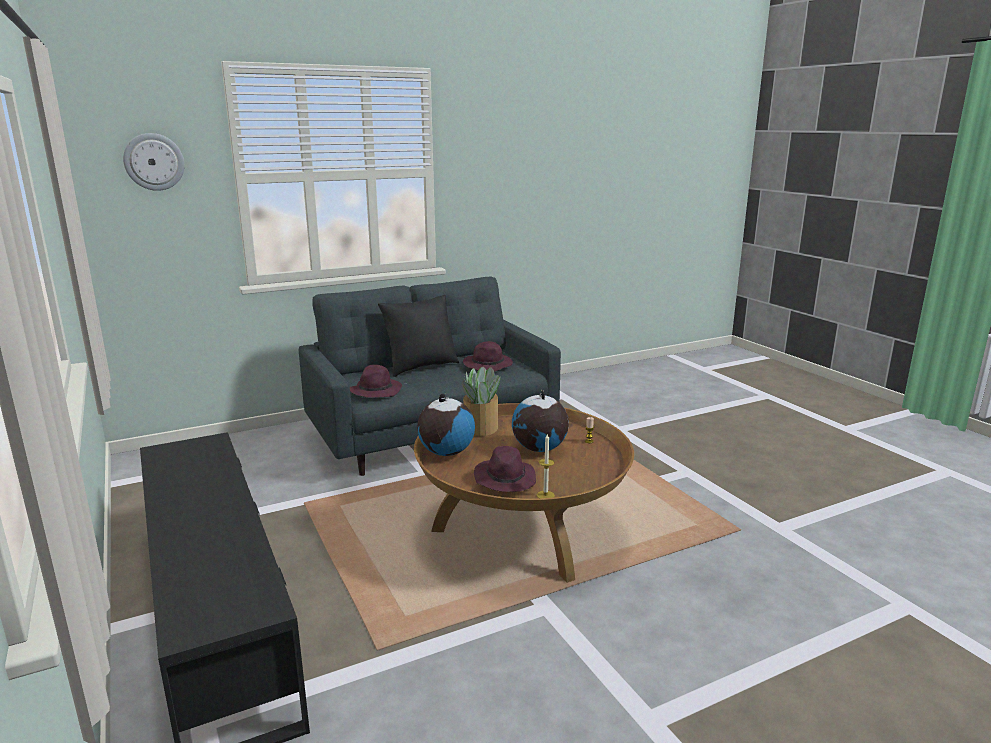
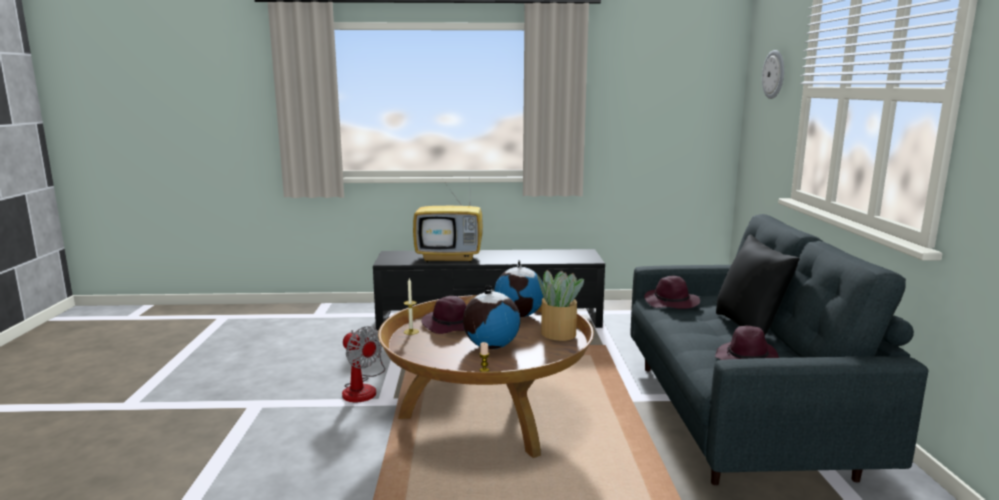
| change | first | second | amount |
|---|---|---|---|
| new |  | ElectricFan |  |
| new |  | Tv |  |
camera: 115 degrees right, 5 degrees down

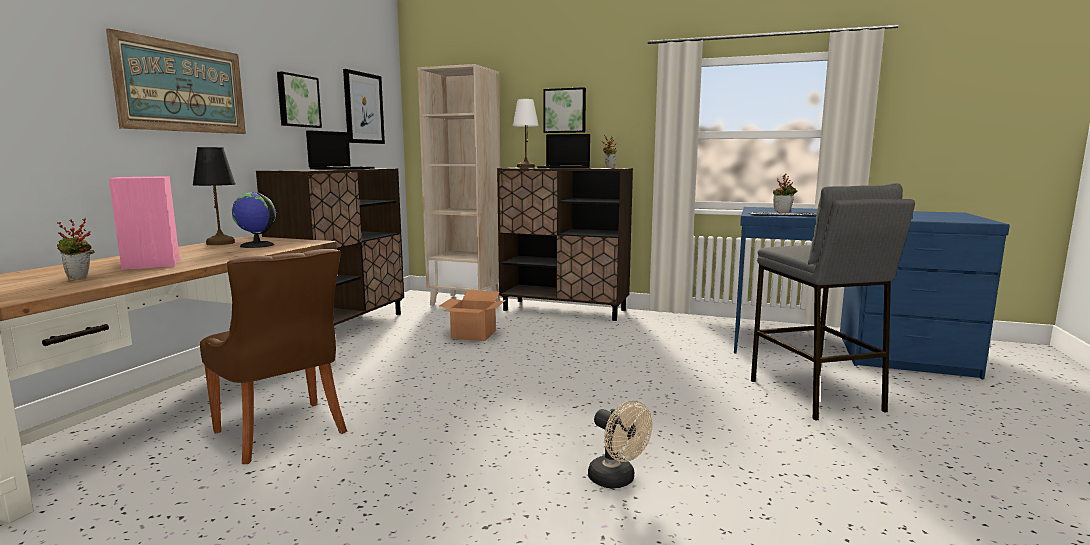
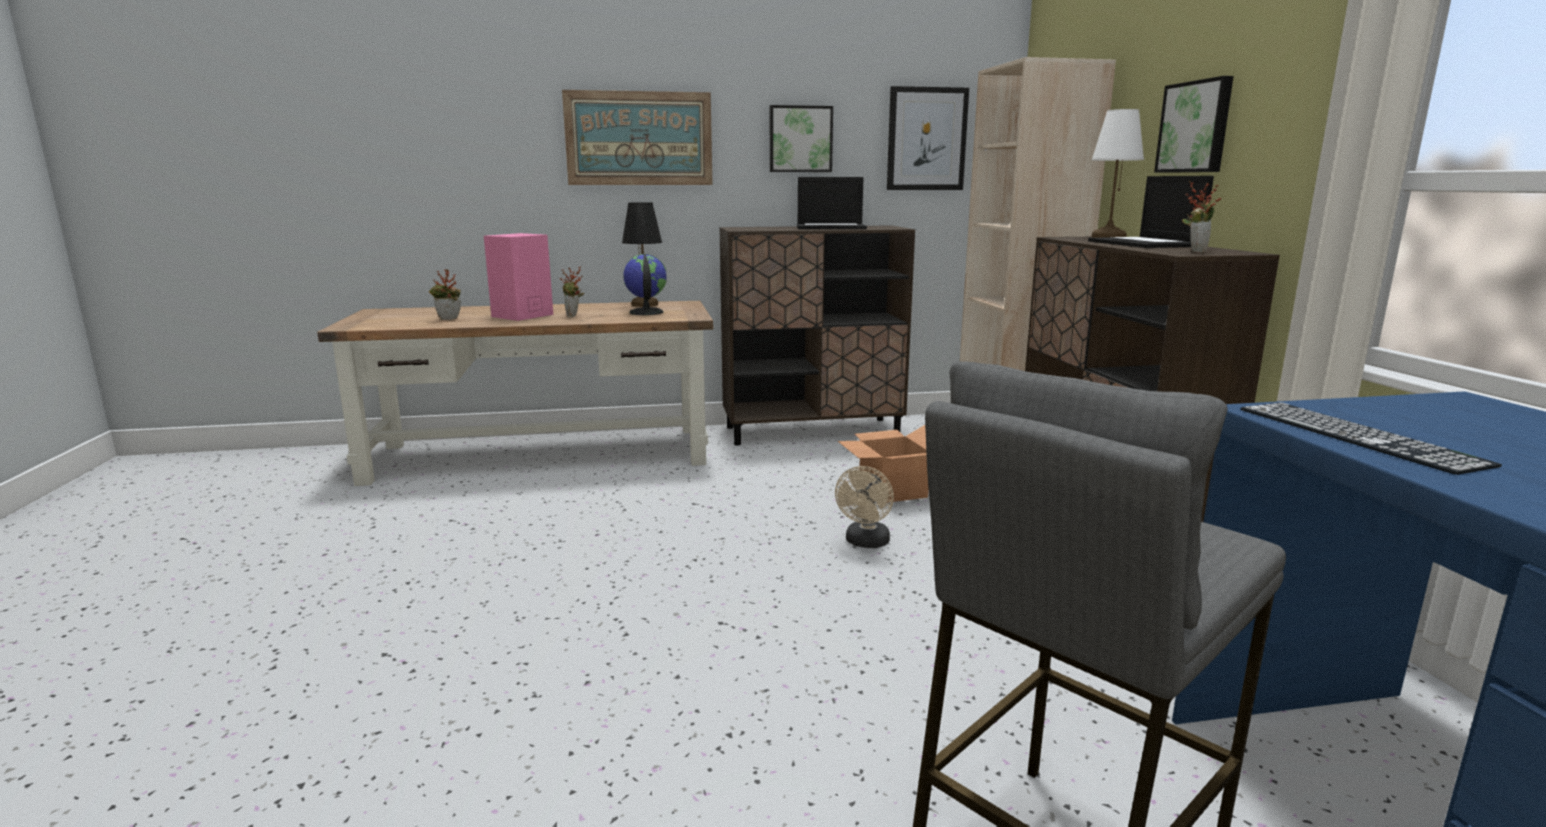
| change | first | second | amount |
|---|---|---|---|
| gone | BrownChair |  |  |
| shifted | SandColouredElectricFan |  |  |
| shifted | PlantInAPot (no. 3 from left in the first image) | PlantInAPot (no. 2 from left) |  |
camera: 60 degrees right, 5 degrees up

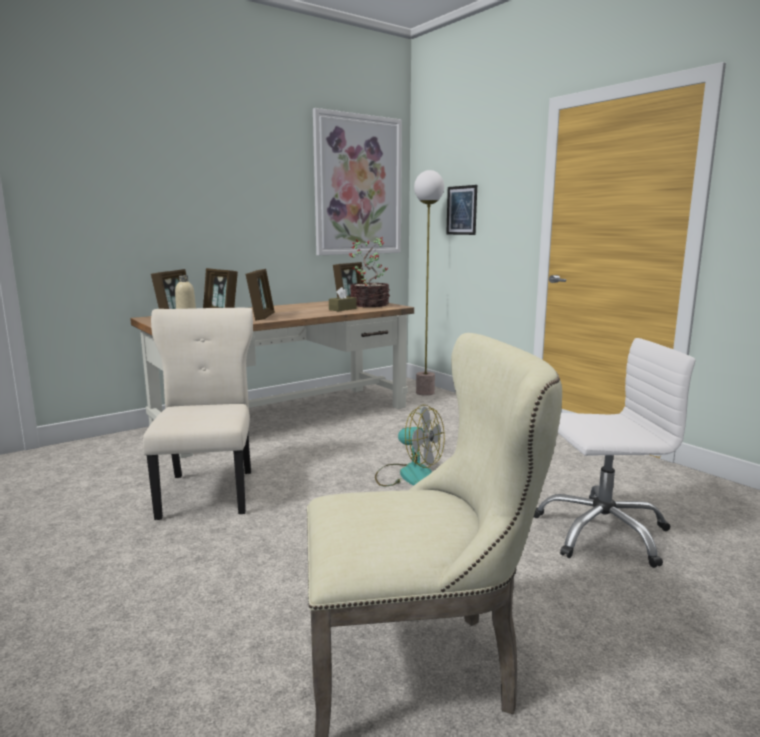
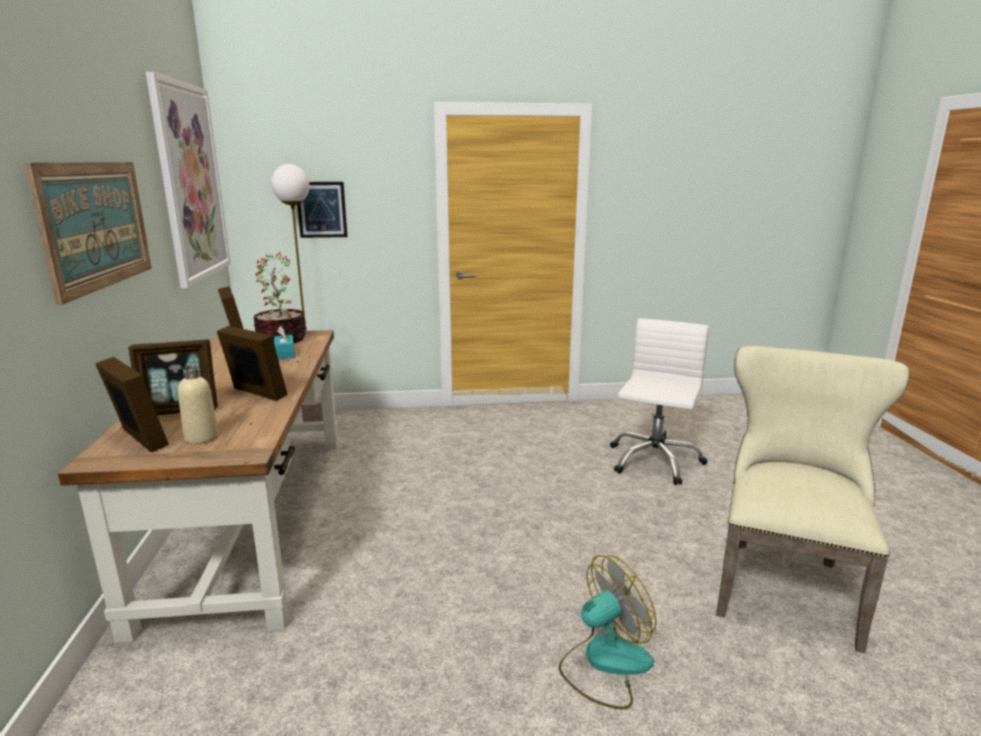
| change | first | second | amount |
|---|---|---|---|
| gone | SandColouredChair (no. 1 from left) |  |  |
| repainted | BrownTissueHolder | BlueGreenTissueHolder |  |
| shifted | ElectricFan |  |  |
| new |  | Picture (no. 1 from left) |  |
camera: 60 degrees left, 5 degrees up

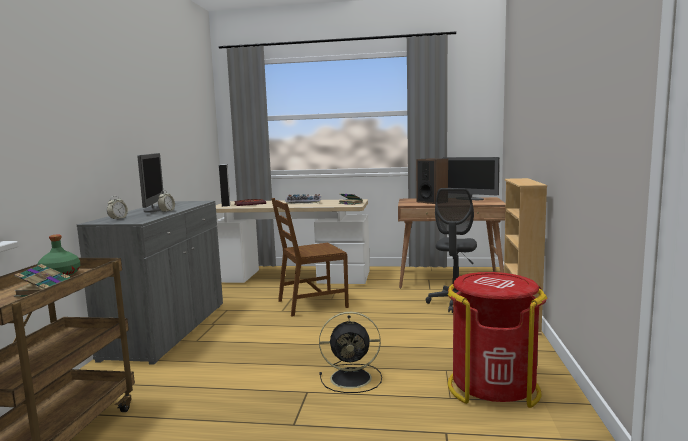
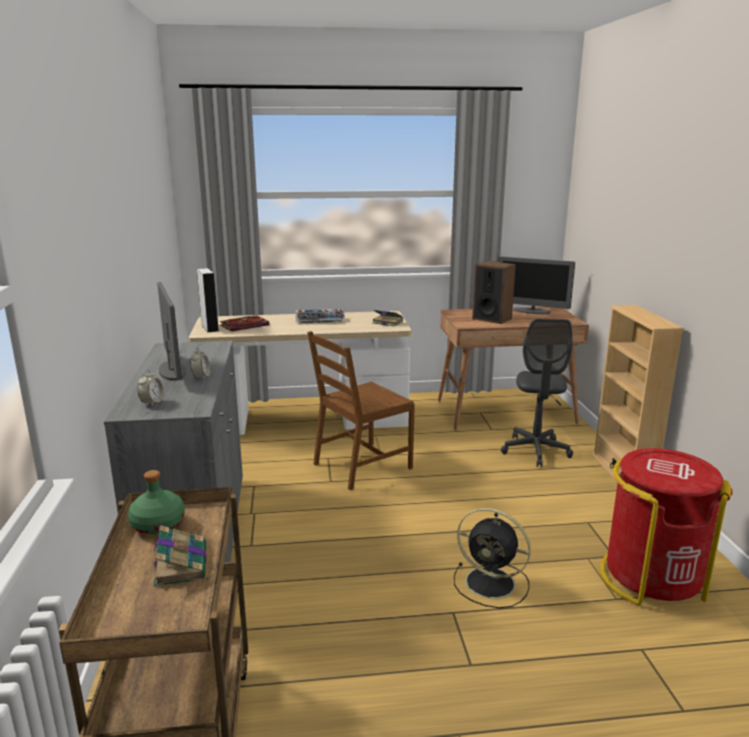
| change | first | second | amount |
|---|---|---|---|
| rotated | BlackColouredElectricFan |  | 45 degrees clockwise |
camera: 15 degrees left, 10 degrees up

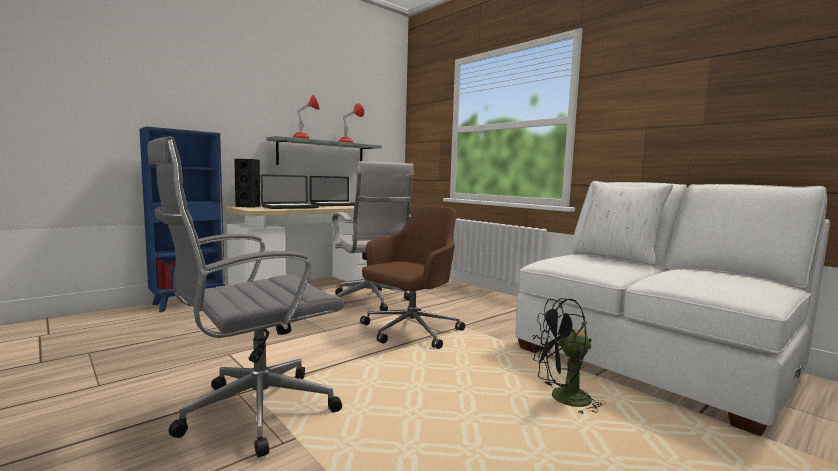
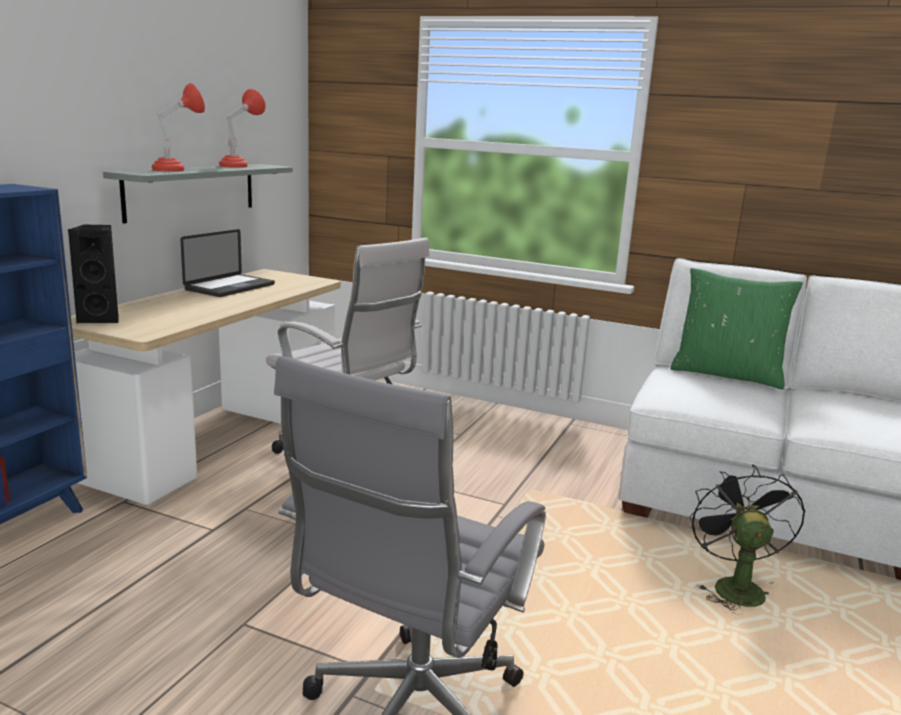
| change | first | second | amount |
|---|---|---|---|
| gone | Laptop (no. 1 from left) |  |  |
| gone | BrownDeskChair |  |  |
| rotated | BlackColouredElectricFan |  | 120 degrees clockwise |
| repainted | WhitishCushion | GreenColouredCushion |  |
camera: 25 degrees left, 10 degrees up

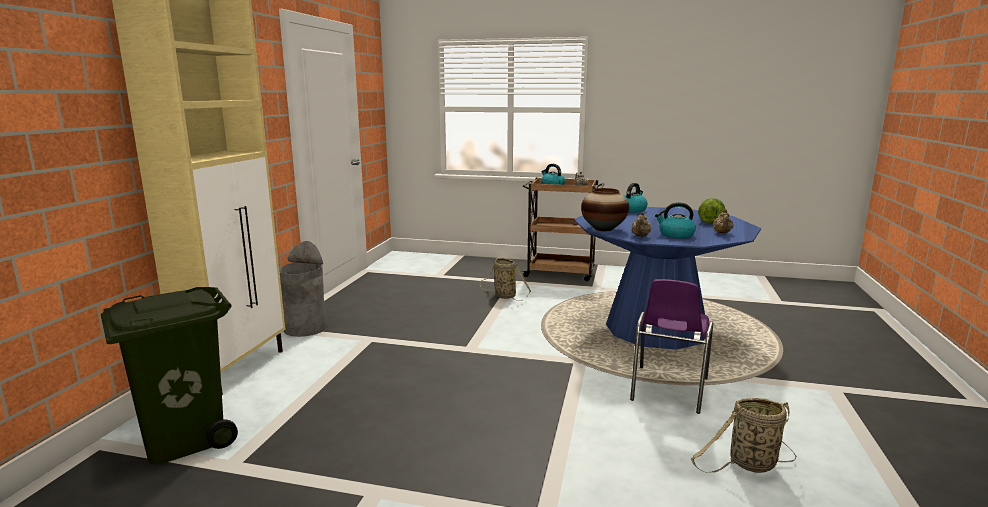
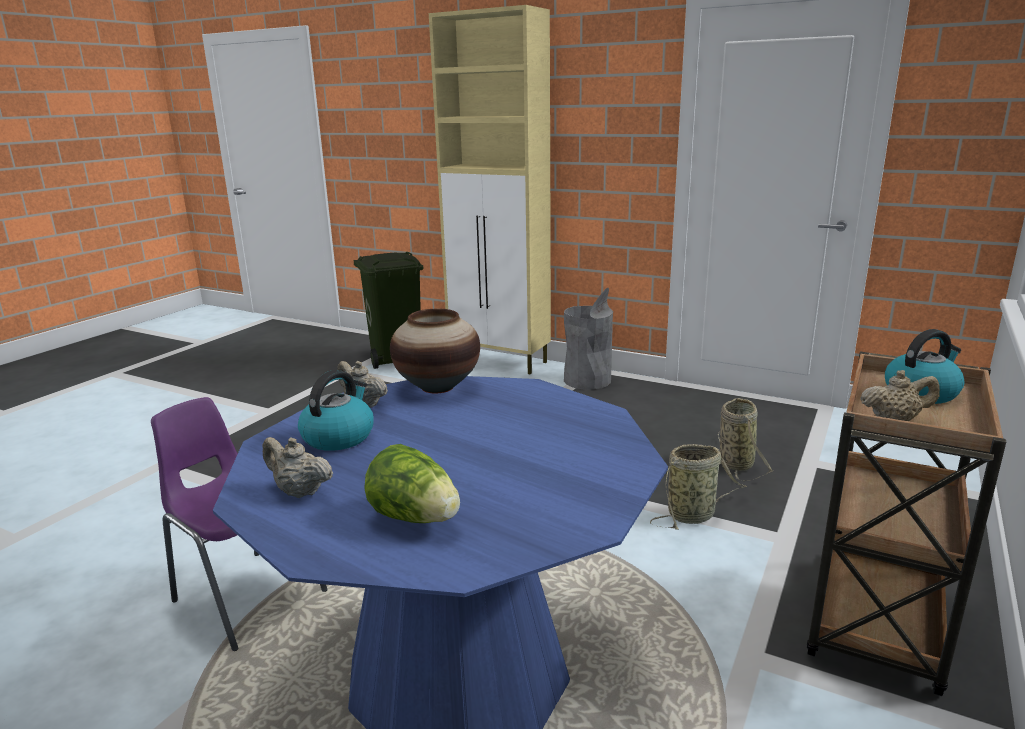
| change | first | second | amount |
|---|---|---|---|
| gone | TeaKettle (no. 2 from left) |  |  |
| shifted | StorageBasket (no. 2 from left) |  |  |
camera: 105 degrees right, 5 degrees up

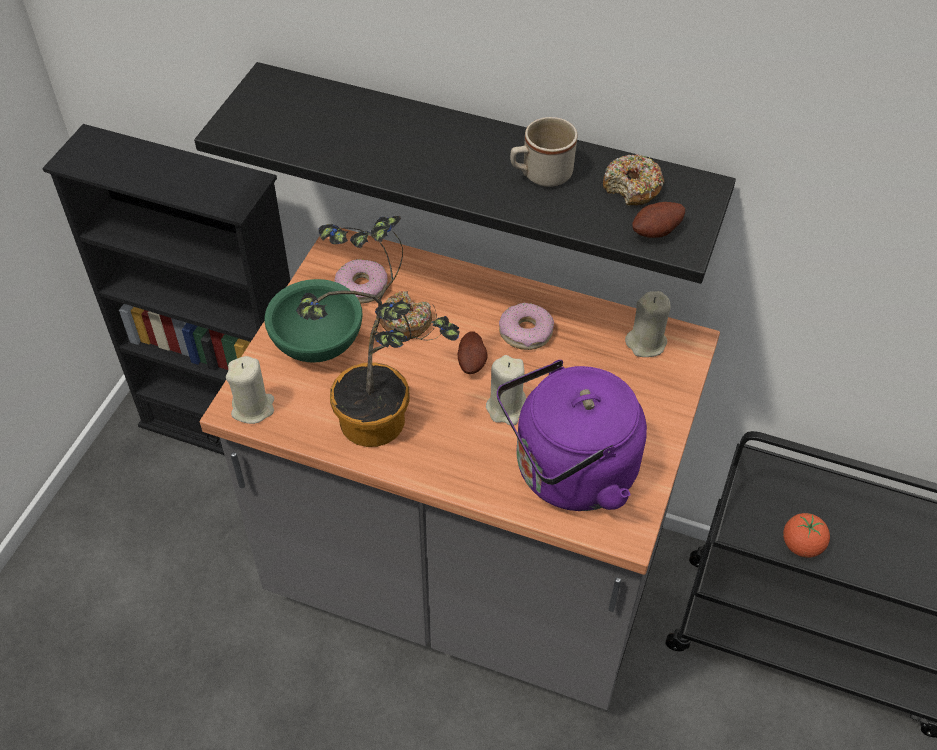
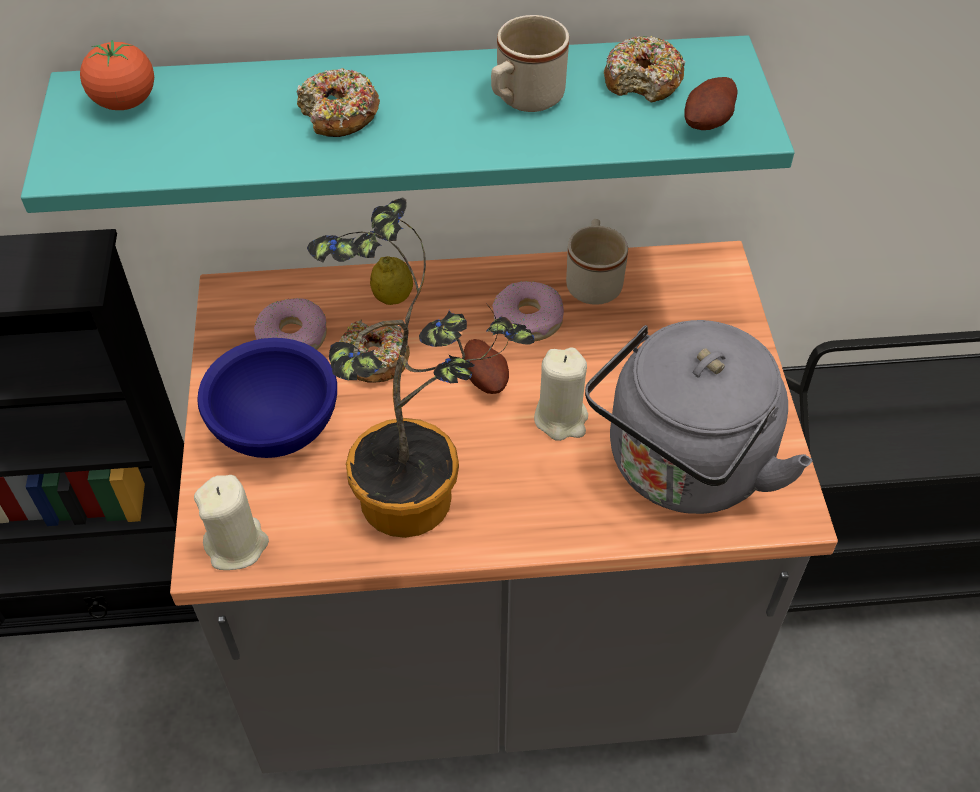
| change | first | second | amount |
|---|---|---|---|
| repainted | BlackColouredWallShelf | BlueGreenWallShelf |  |
| repainted | GreenColouredBowl | BlueColouredBowl |  |
| repainted | PurplishTeaKettle | GreyTeaKettle |  |
| gone | SandColouredWaxLight (no. 3 from left) |  |  |
| shifted | FreshTomato |  |  |
| new |  | Doughnut (no. 2 from left) |  |
| new |  | Lemon |  |
| new |  | SandColouredCoffeeMug (no. 2 from left) |  |
camera: 25 degrees left, 0 degrees up

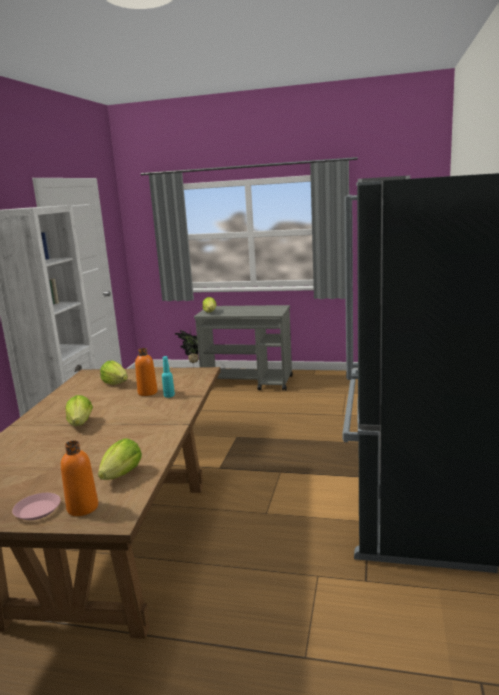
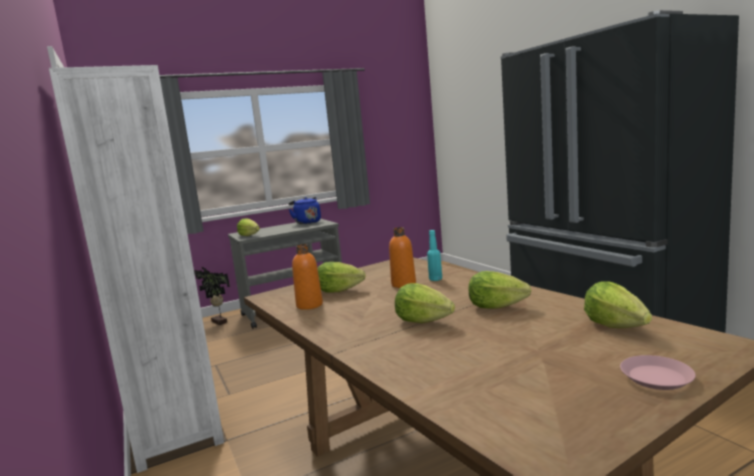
| change | first | second | amount |
|---|---|---|---|
| shifted | OrangeyDrinkBottle (no. 1 from left) |  |  |
| new |  | BlueColouredTeaKettle |  |
| new |  | LettuceHead (no. 4 from left) |  |
camera: 40 degrees left, 5 degrees down

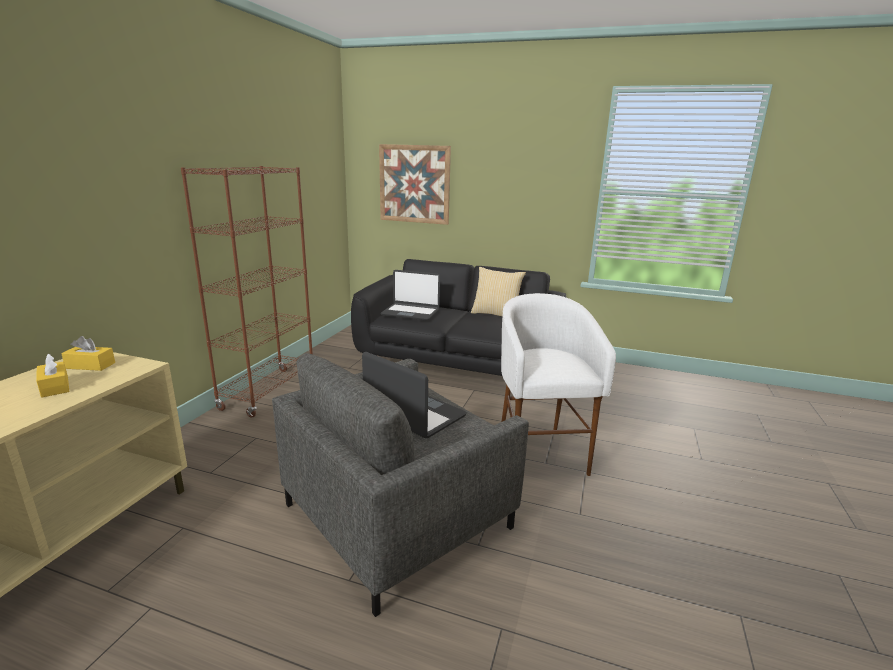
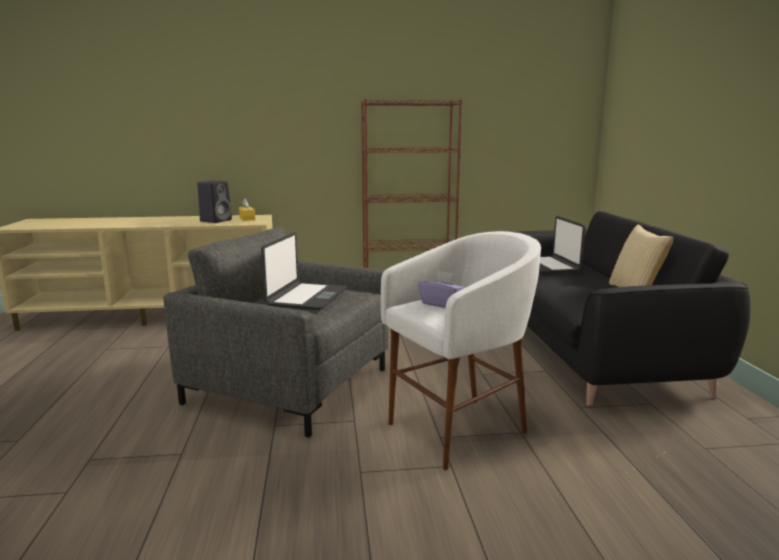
| change | first | second | amount |
|---|---|---|---|
| swapped | YellowishTissueHolder (no. 1 from left) | BlackColouredAudioSpeaker |  |
| gone | Picture |  |  |
| new |  | PurplishTissueHolder |  |
camera: 65 degrees right, 5 degrees down

